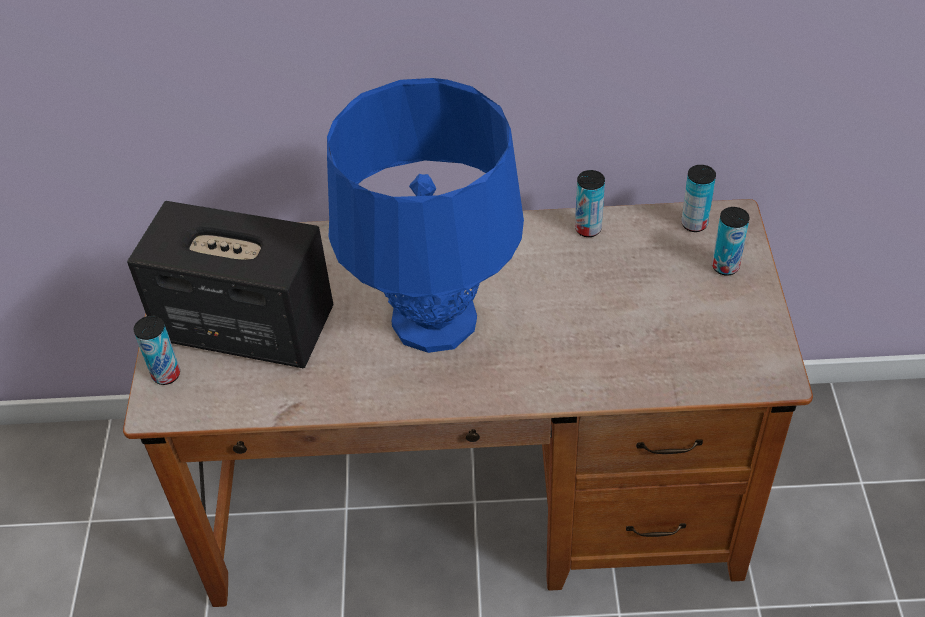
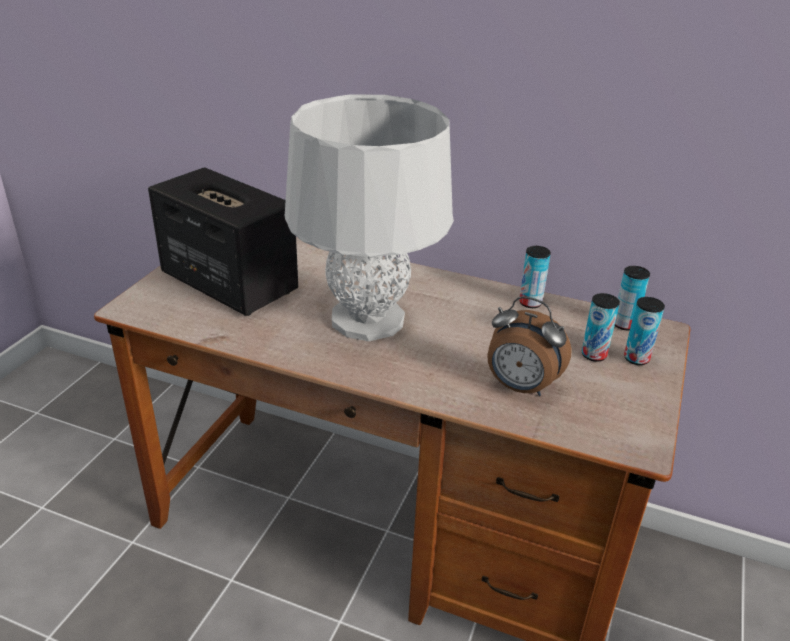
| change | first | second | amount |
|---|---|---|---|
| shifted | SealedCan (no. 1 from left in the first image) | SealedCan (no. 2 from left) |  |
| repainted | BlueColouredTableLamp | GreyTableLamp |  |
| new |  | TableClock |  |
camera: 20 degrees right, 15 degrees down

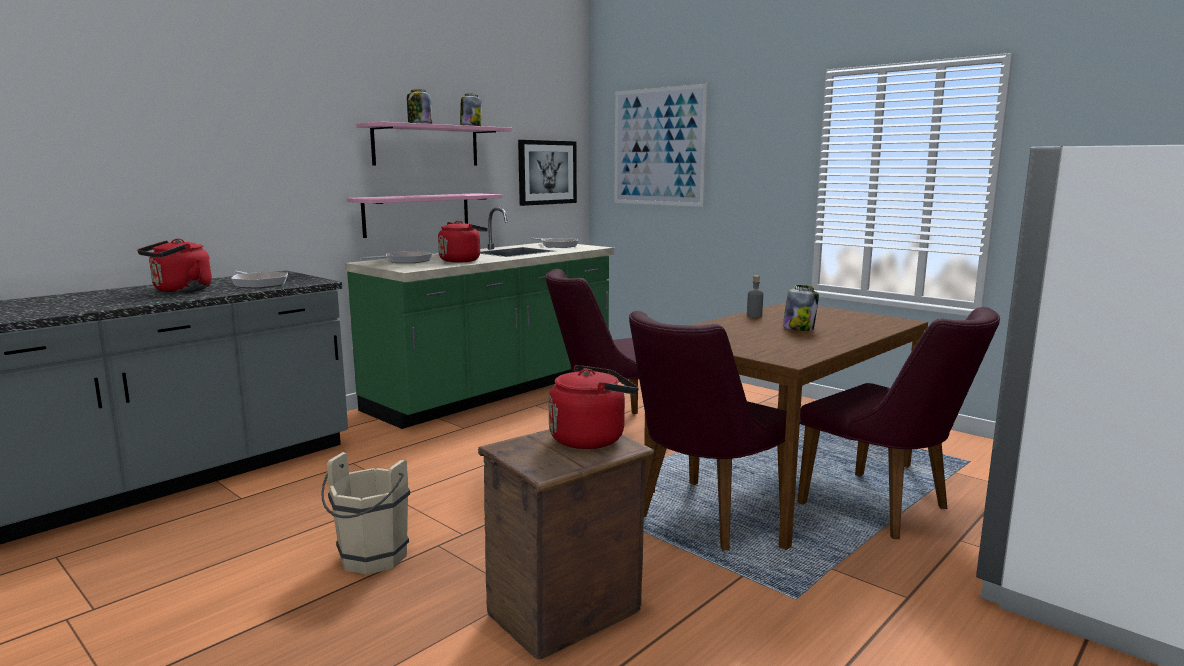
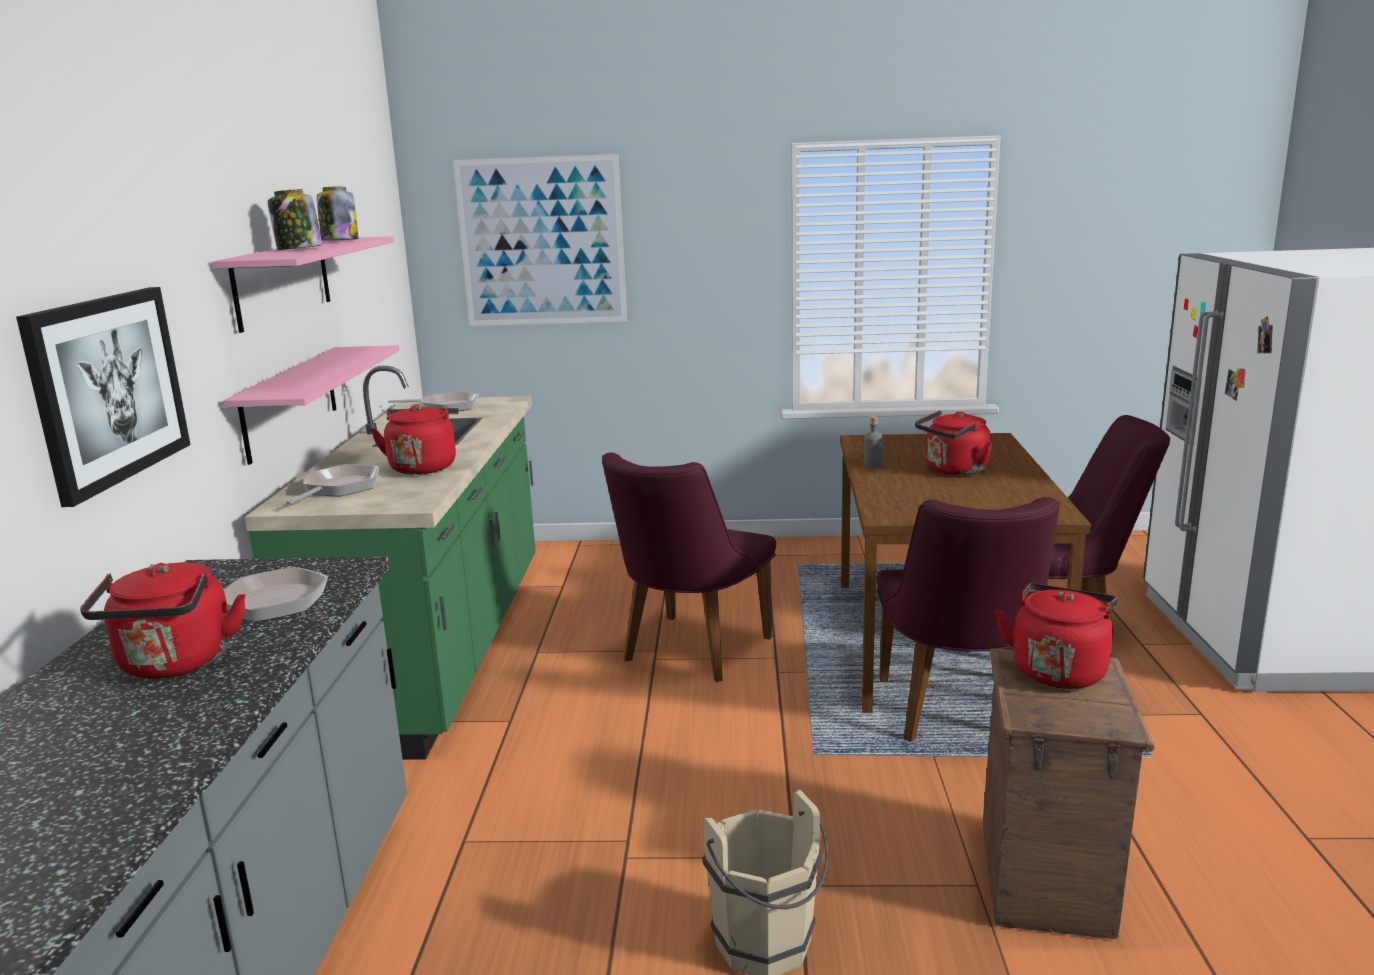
| change | first | second | amount |
|---|---|---|---|
| shifted | Picture (no. 1 from left) |  |  |
| swapped | StorageJar (no. 3 from left) | RedTeaKettle (no. 3 from left) |  |
camera: 40 degrees left, 5 degrees up

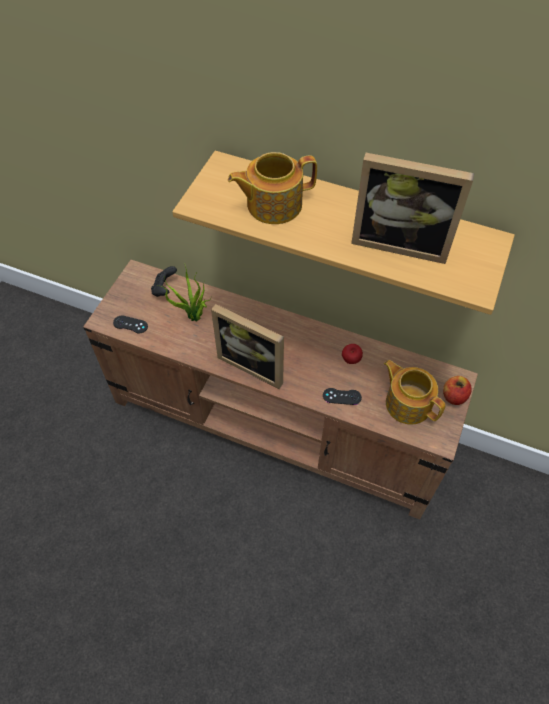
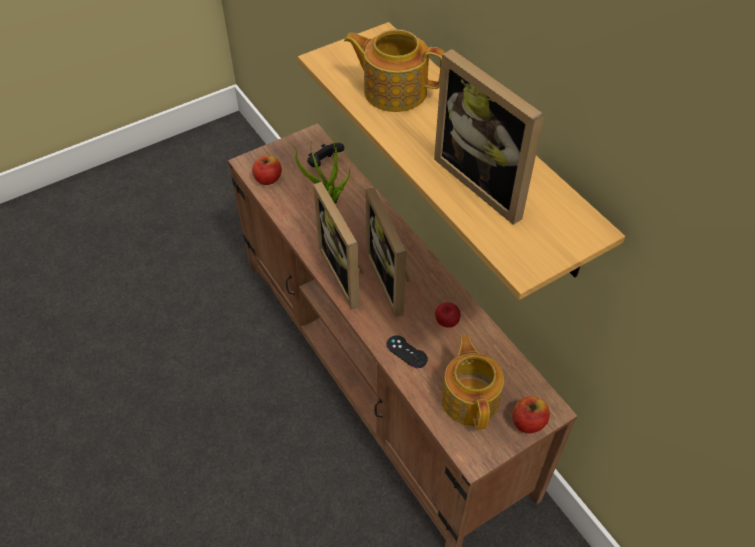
| change | first | second | amount |
|---|---|---|---|
| swapped | BlackColouredGameController (no. 1 from left) | WholeApple (no. 1 from left) |  |
| new |  | PhotoFrame (no. 2 from left) |  |
camera: 35 degrees right, 5 degrees down

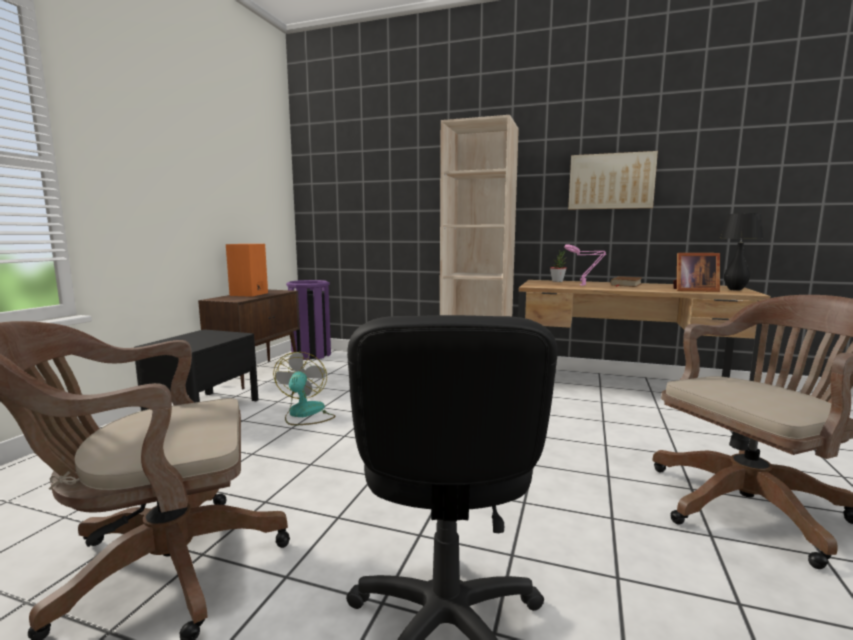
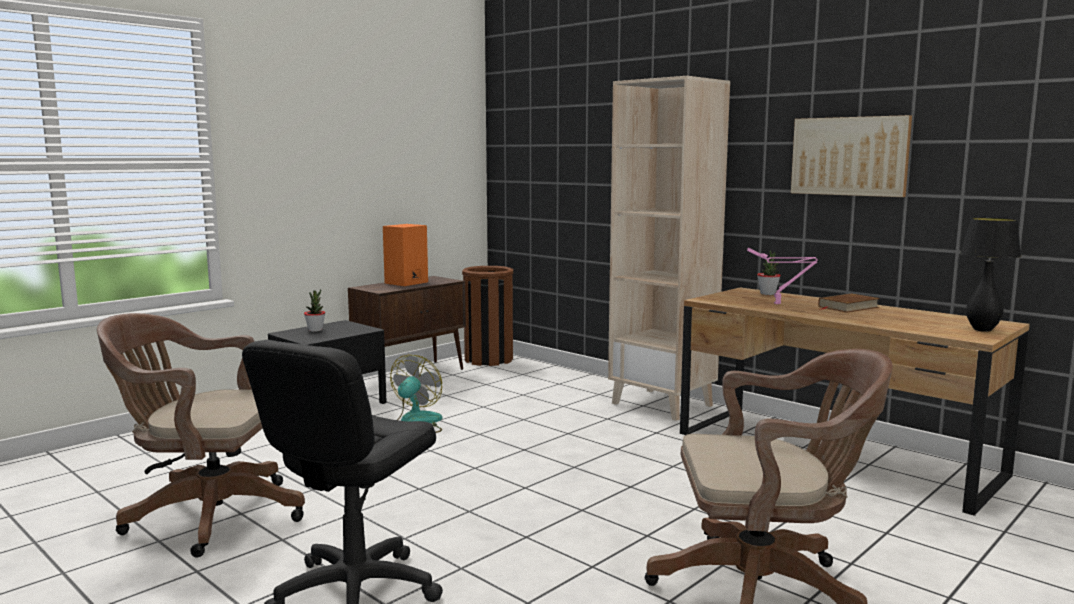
| change | first | second | amount |
|---|---|---|---|
| repainted | PurplishTrashCan | BrownTrashCan |  |
| gone | PhotoFrame |  |  |
| new |  | PlantInAPot (no. 1 from left) |  |
camera: 25 degrees right, 0 degrees up

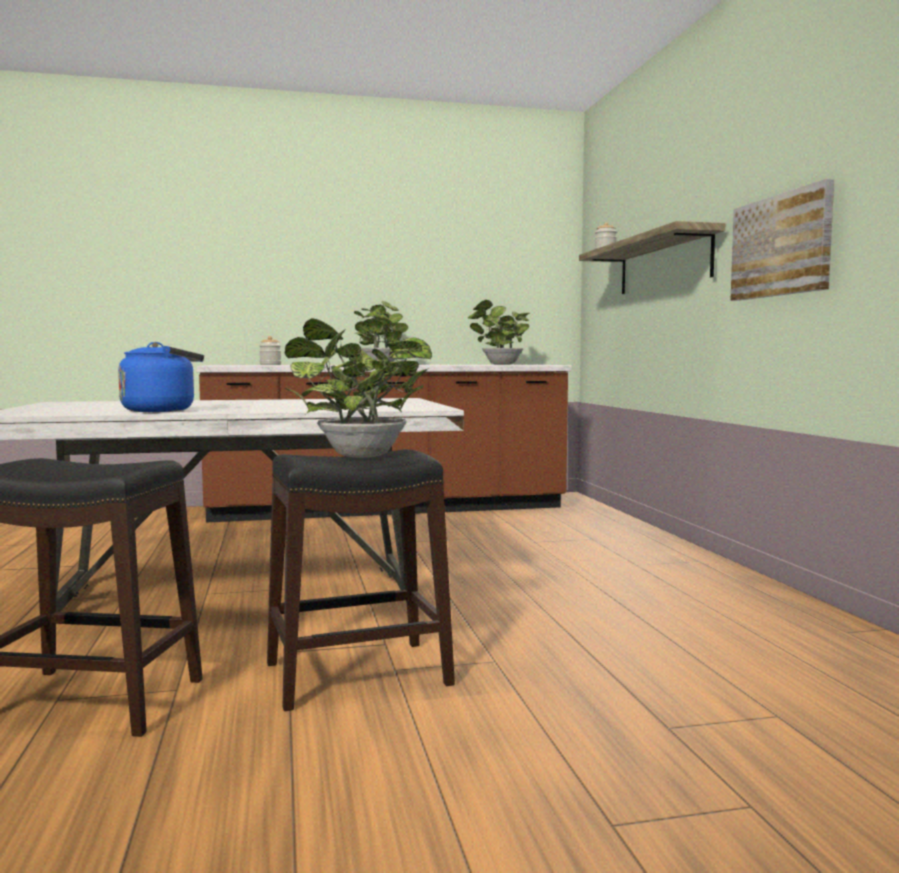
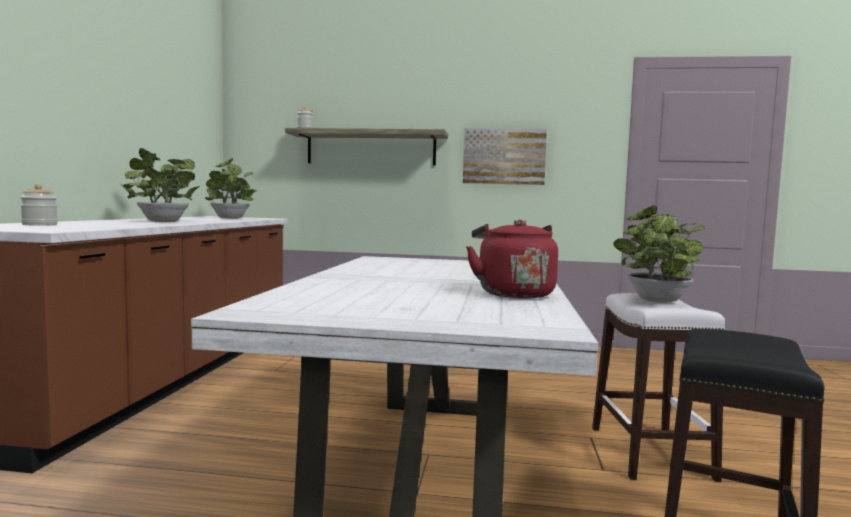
| change | first | second | amount |
|---|---|---|---|
| repainted | BlueColouredTeaKettle | RedTeaKettle |  |
| repainted | BlackColouredStool (no. 2 from left) | WhitishStool |  |
camera: 70 degrees left, 0 degrees up

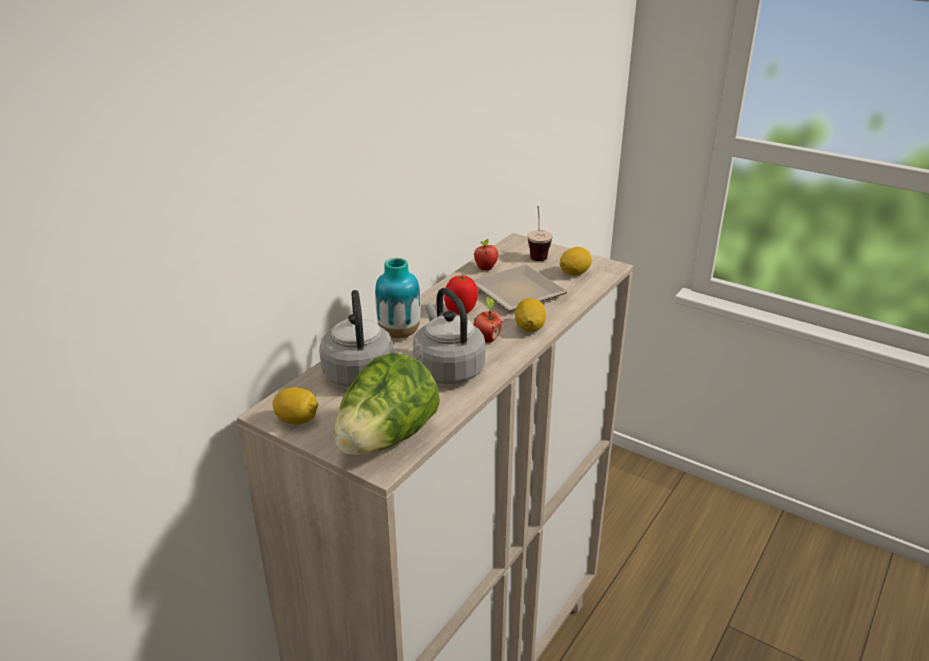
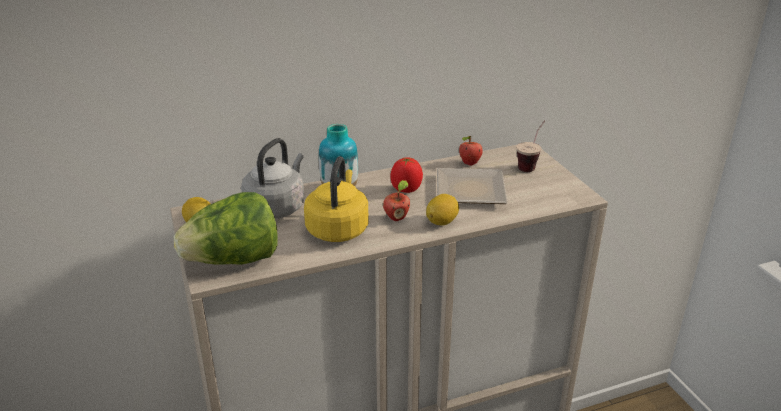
| change | first | second | amount |
|---|---|---|---|
| repainted | GreyTeaKettle (no. 2 from left) | YellowishTeaKettle |  |
| gone | Lemon (no. 3 from left) |  |  |
camera: 35 degrees right, 0 degrees up

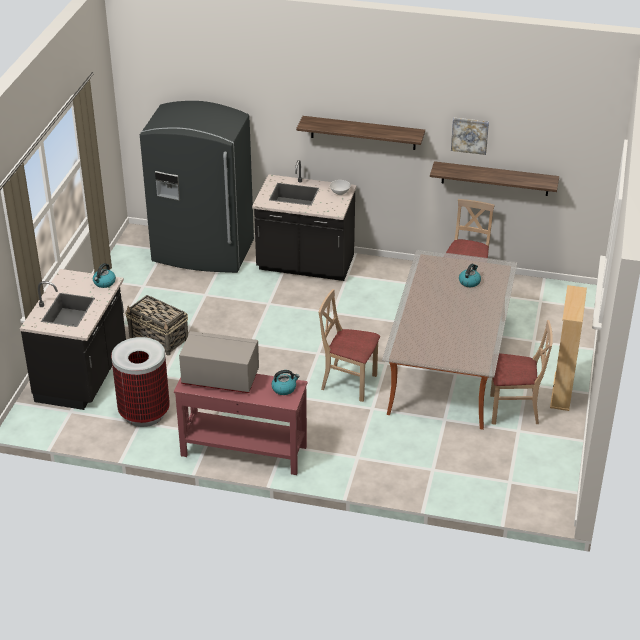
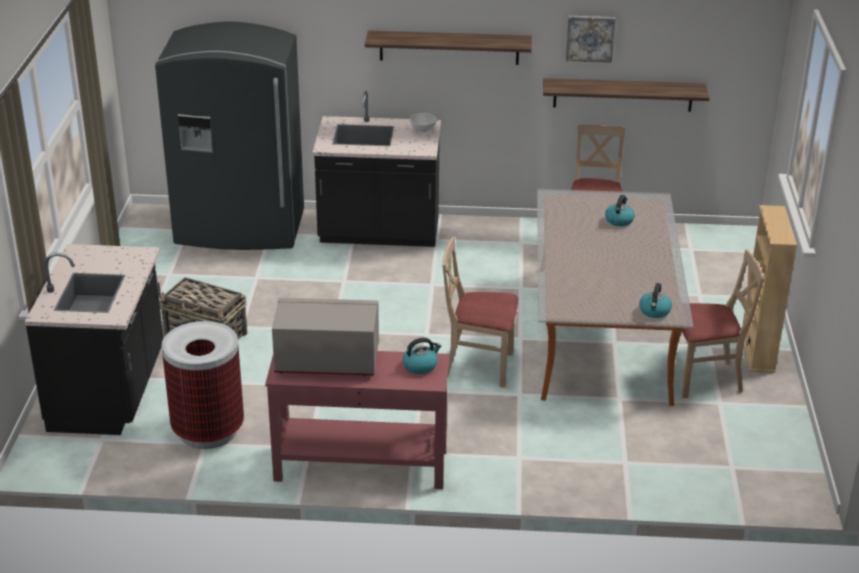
| change | first | second | amount |
|---|---|---|---|
| shifted | TeaKettle (no. 1 from left in the first image) | TeaKettle (no. 3 from left) |  |
camera: 10 degrees left, 5 degrees down

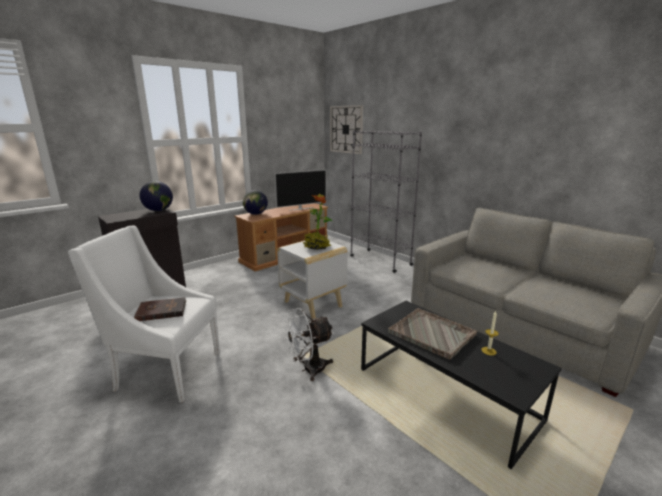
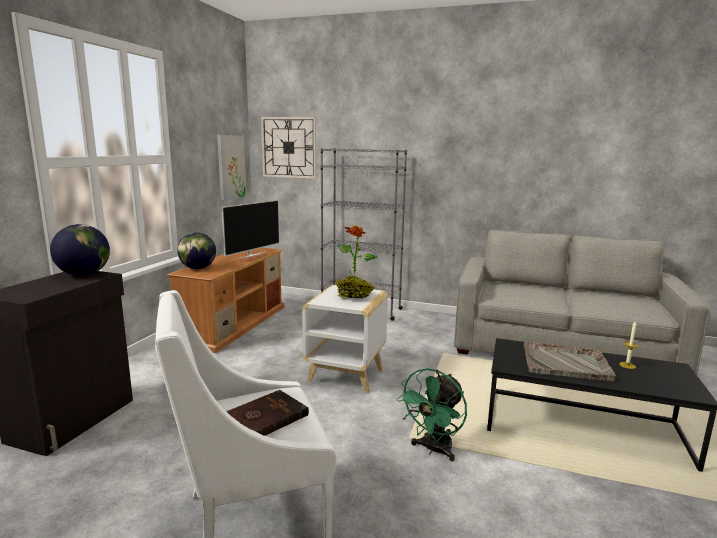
| change | first | second | amount |
|---|---|---|---|
| repainted | WhitishElectricFan | GreenColouredElectricFan |  |
| new |  | Picture |  |
camera: 30 degrees left, 5 degrees down

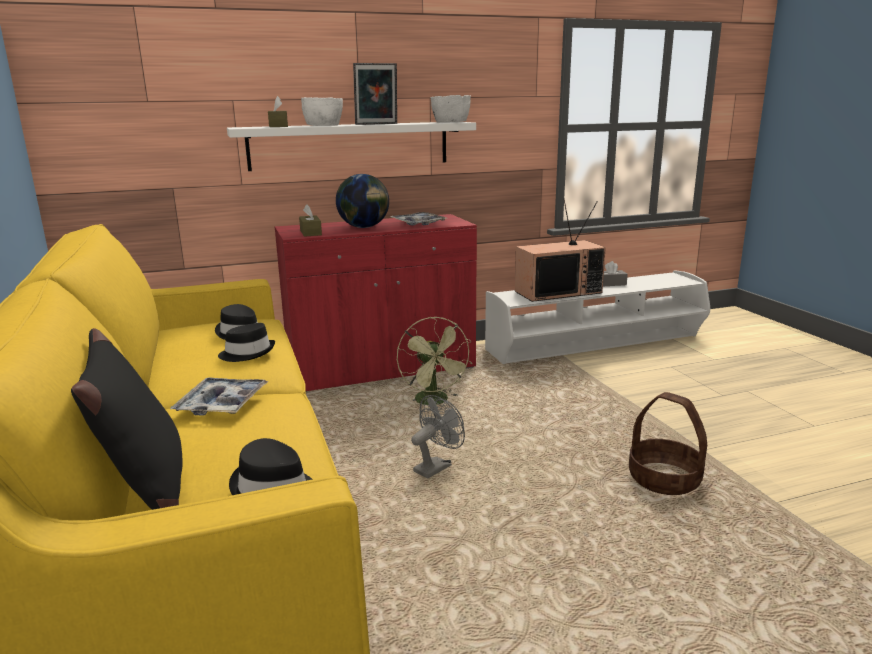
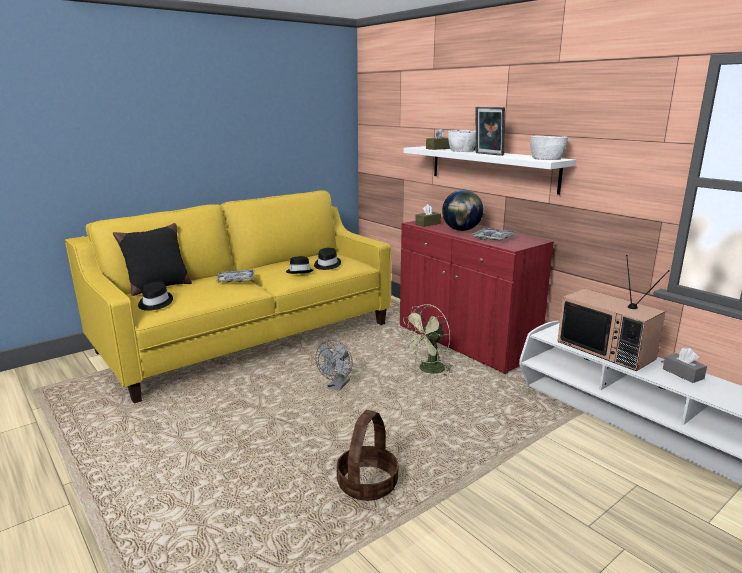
| change | first | second | amount |
|---|---|---|---|
| rotated | GreyElectricFan |  | 90 degrees clockwise |
camera: 70 degrees right, 0 degrees up

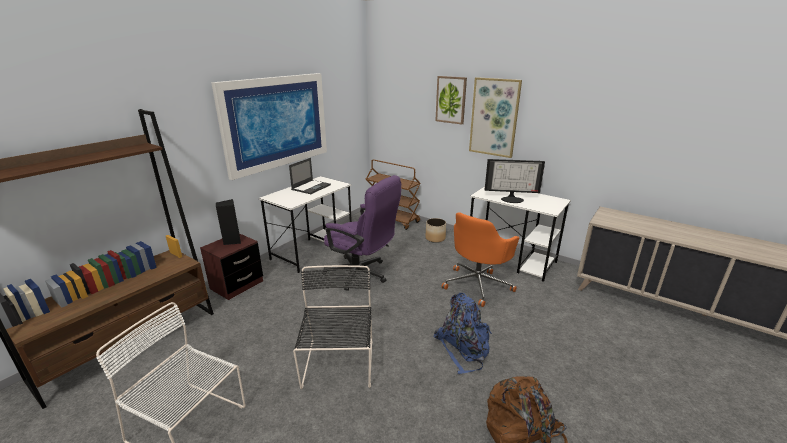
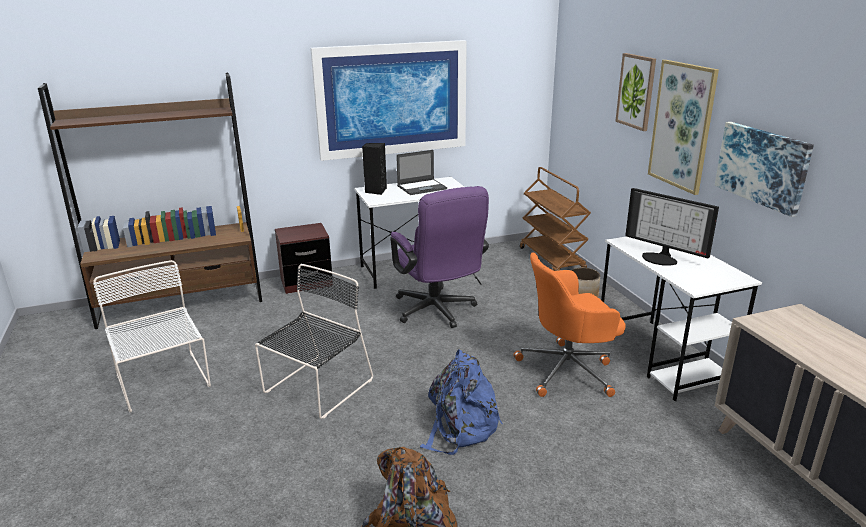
| change | first | second | amount |
|---|---|---|---|
| shifted | BlackColouredAudioSpeaker |  |  |
| new |  | Picture (no. 4 from left) |  |
camera: 35 degrees right, 0 degrees up

